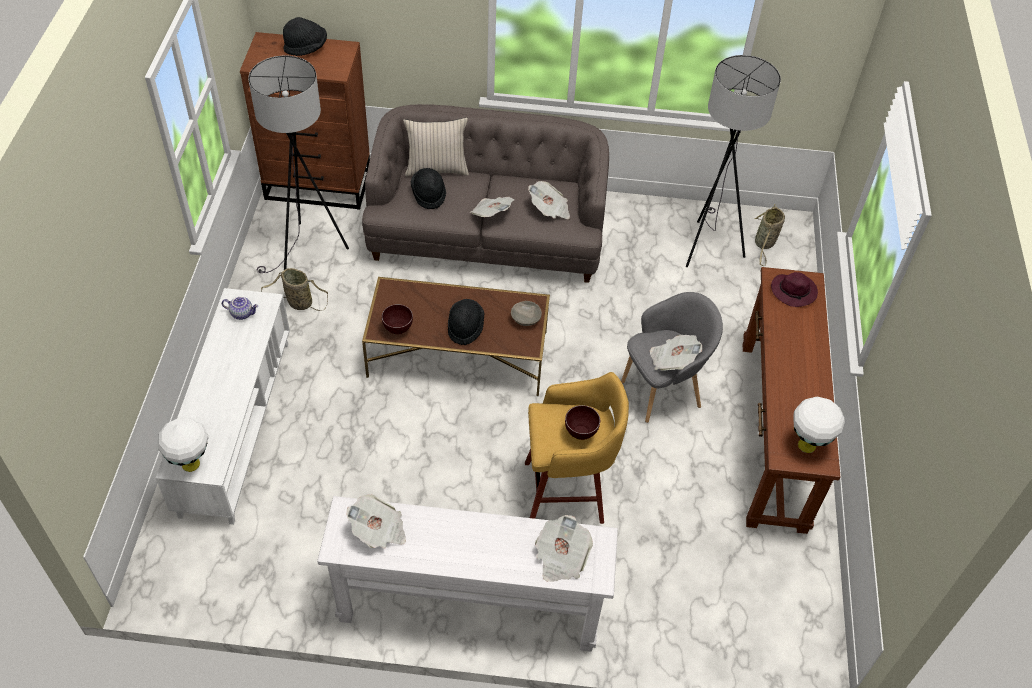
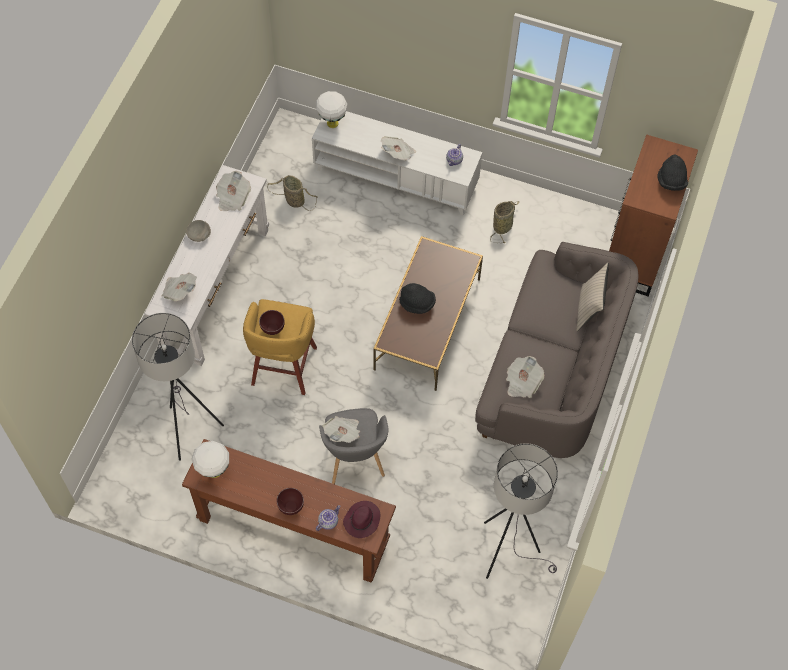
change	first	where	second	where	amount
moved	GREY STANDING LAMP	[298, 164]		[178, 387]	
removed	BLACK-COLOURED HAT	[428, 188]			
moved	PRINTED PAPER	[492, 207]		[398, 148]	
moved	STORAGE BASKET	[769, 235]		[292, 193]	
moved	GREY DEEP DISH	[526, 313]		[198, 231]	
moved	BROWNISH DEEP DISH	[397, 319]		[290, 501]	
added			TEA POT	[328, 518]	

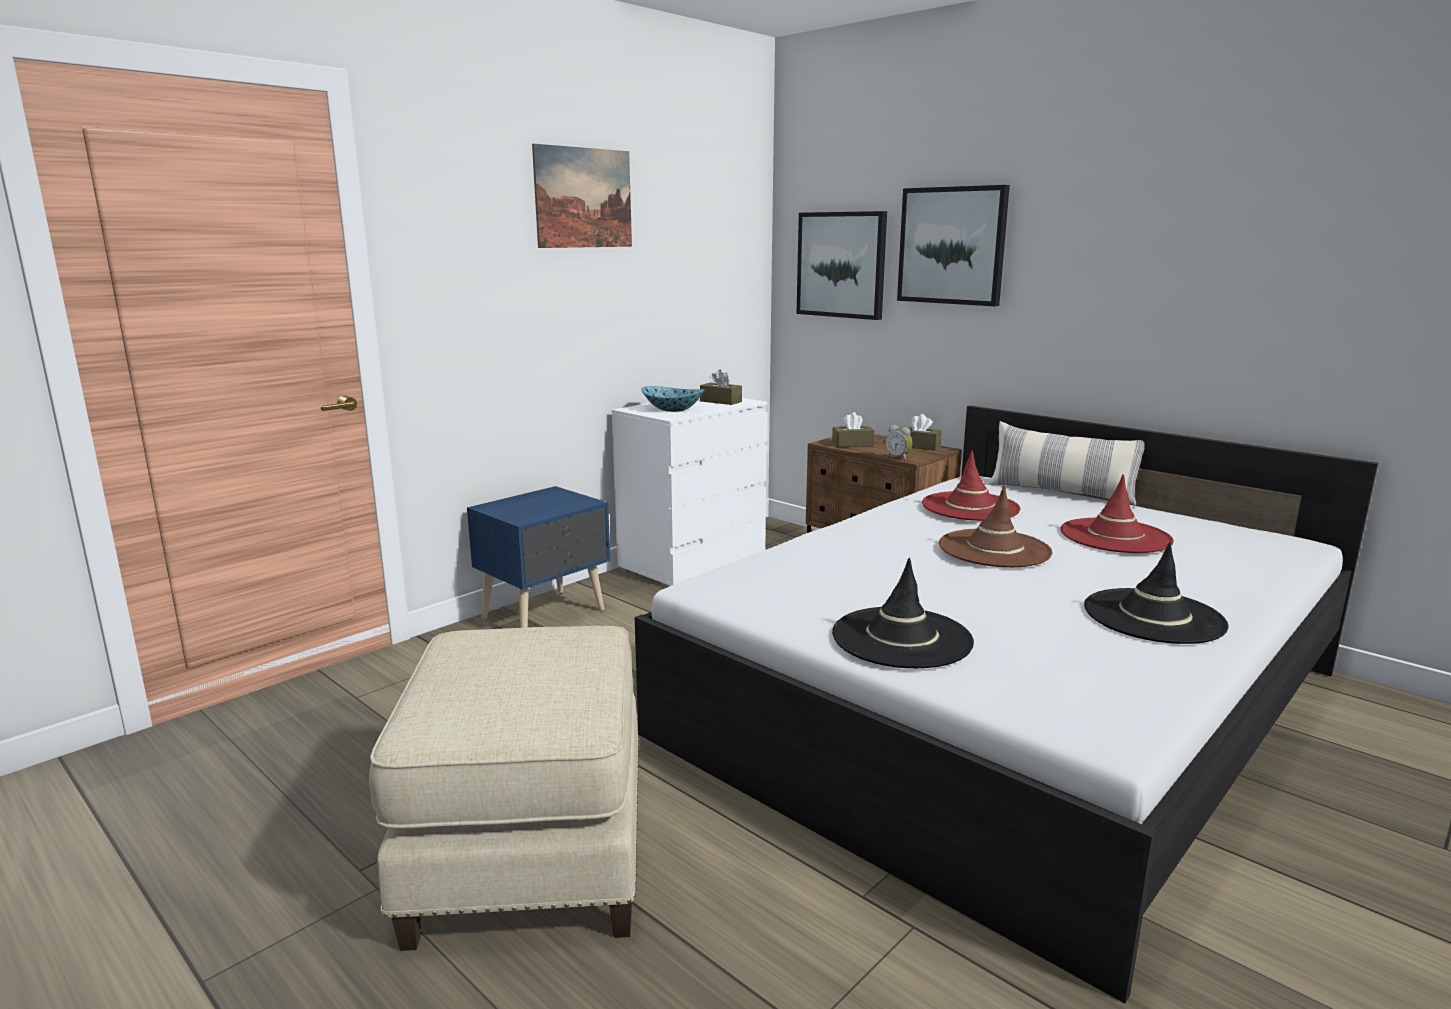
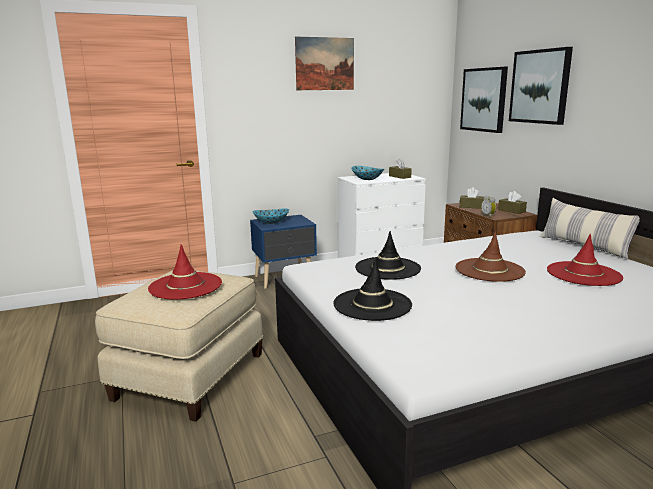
change	first	where	second	where	amount
moved	RED-COLOURED HAT	[971, 485]		[185, 271]	
moved	BLACK-COLOURED HAT	[1156, 593]		[388, 255]	
added			DEEP DISH	[270, 216]	

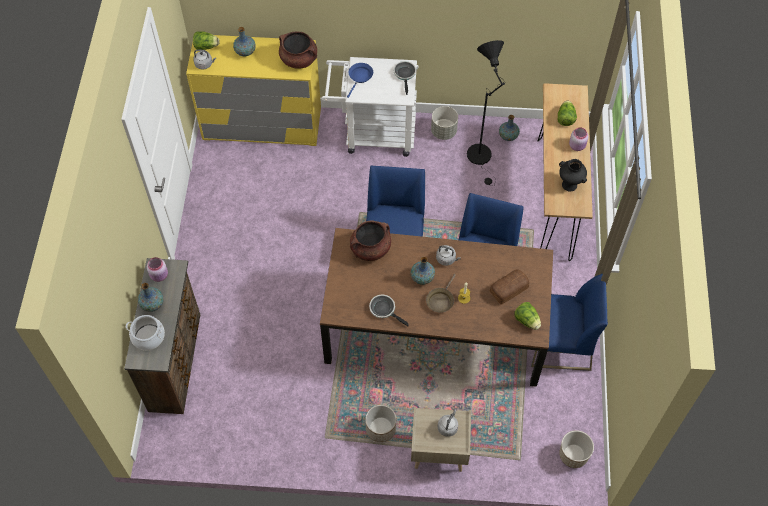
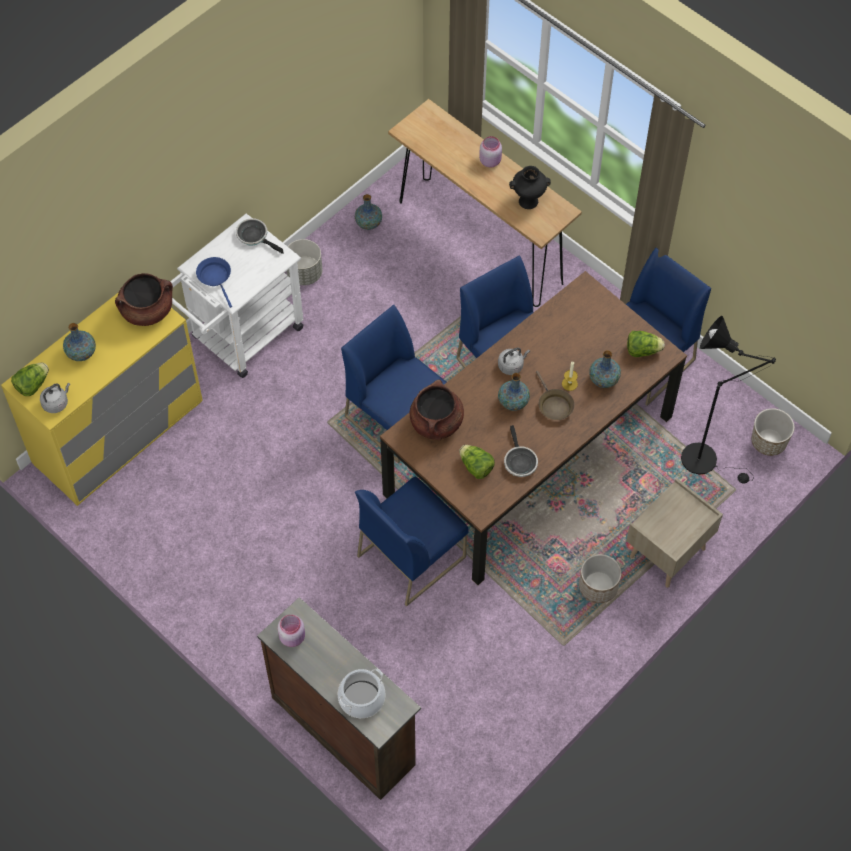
change	first	where	second	where	amount
moved	BLACK-COLOURED STANDING LAMP	[486, 112]		[728, 400]	
moved	HEAD OF LETTUCE	[567, 113]		[477, 462]	
removed	BREAD	[509, 287]			
moved	VASE	[150, 297]		[605, 369]	
turned	SKILLET	[389, 310]		[521, 451]	90 degrees counterclockwise
removed	GREY TEA KETTLE	[448, 423]			
added			BLUE-COLOURED PLAIN CHAIR	[412, 541]	

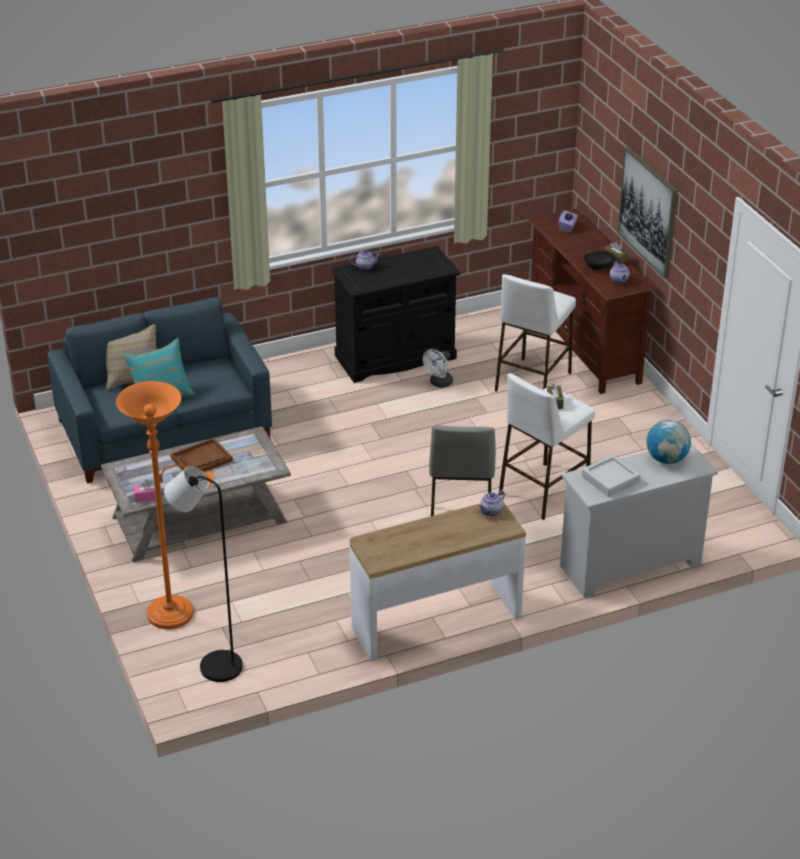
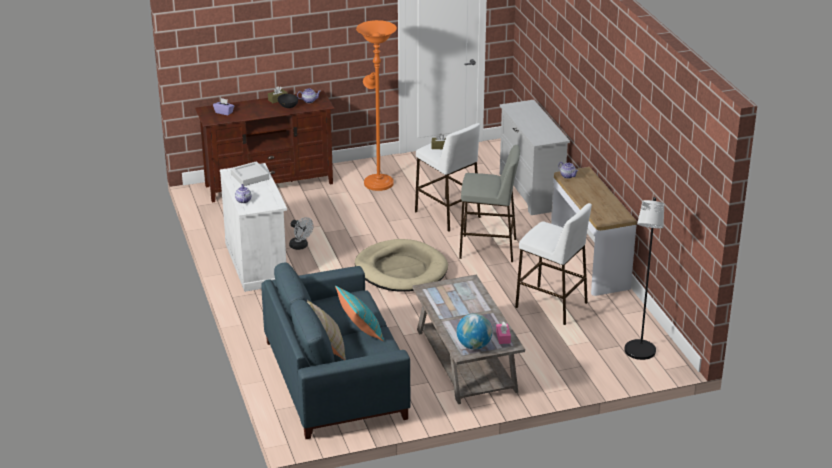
change	first	where	second	where	amount
removed	WALL ART	[647, 213]			
recoloured	BLACK-COLOURED STORAGE CABINET	[396, 314]	WHITE-COLOURED STORAGE CABINET	[253, 227]	
moved	WHITE-COLOURED SITTING STOOL	[535, 333]		[553, 264]	
moved	ORANGEY STANDING LAMP	[165, 505]		[376, 105]	
moved	DESK GLOBE	[668, 442]		[474, 331]	
removed	BROWNISH SERVING TRAY	[201, 455]			
moved	GREY SERVING TRAY	[611, 476]		[249, 173]	
added			BEIGE-COLOURED DOG BED	[401, 265]	

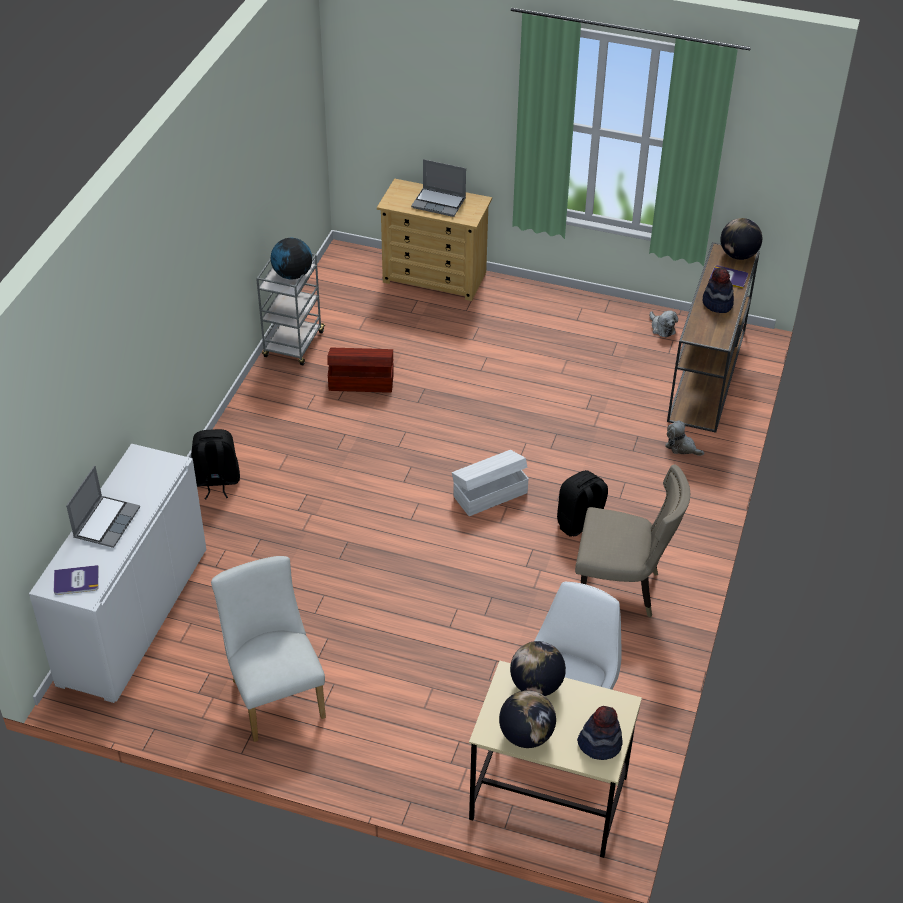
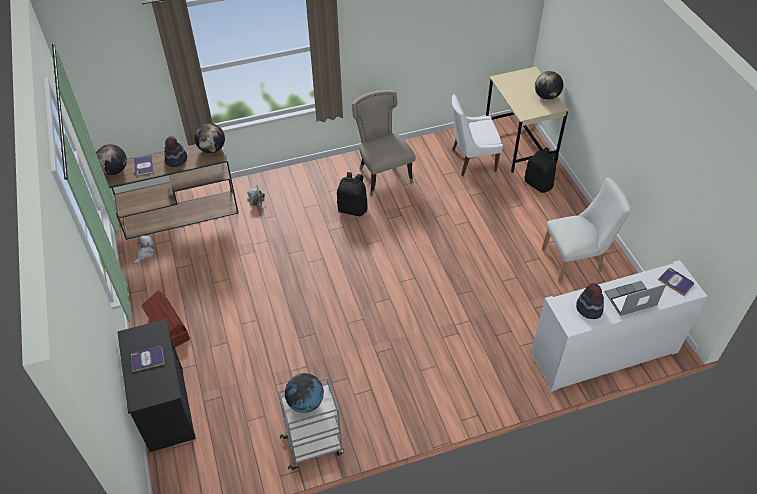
change	first	where	second	where	amount
replaced	NOTEBOOK COMPUTER	[438, 188]	BOOK	[147, 359]	
recoloured	BEIGE-COLOURED DRESSER	[434, 240]	BLACK-COLOURED DRESSER	[157, 385]	
moved	BROWNISH STORAGE BIN	[360, 370]		[165, 319]	
moved	BLACK-COLOURED KNAPSACK	[215, 464]		[541, 170]	
removed	WHITE-COLOURED STORAGE BIN	[490, 483]			
turned	WHITE-COLOURED PLAIN CHAIR	[268, 649]		[586, 230]	135 degrees counterclockwise
moved	DESK GLOBE	[538, 668]		[209, 138]	
moved	HAT	[600, 733]		[590, 301]	

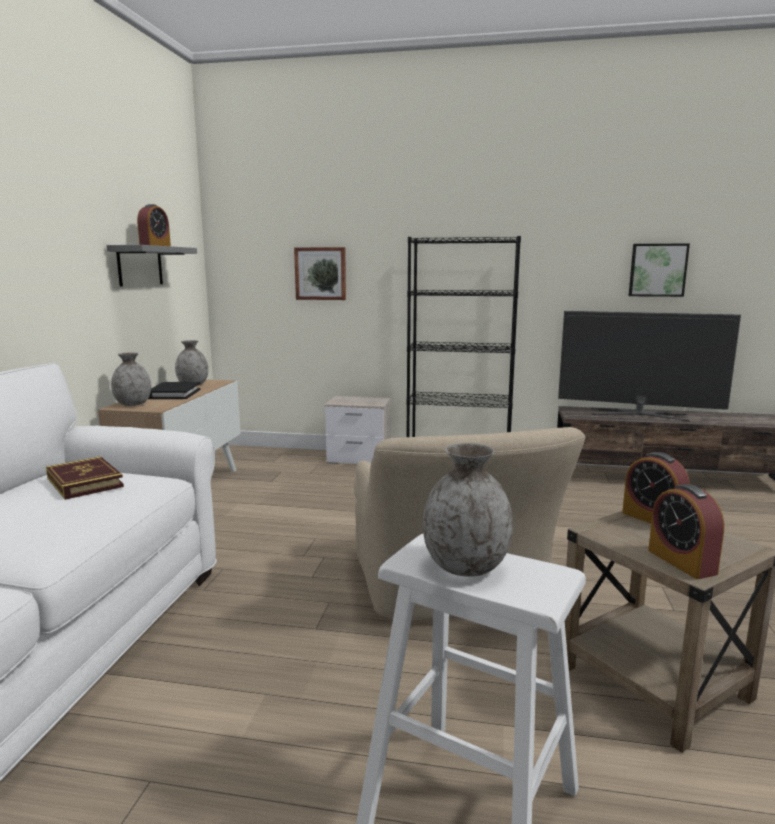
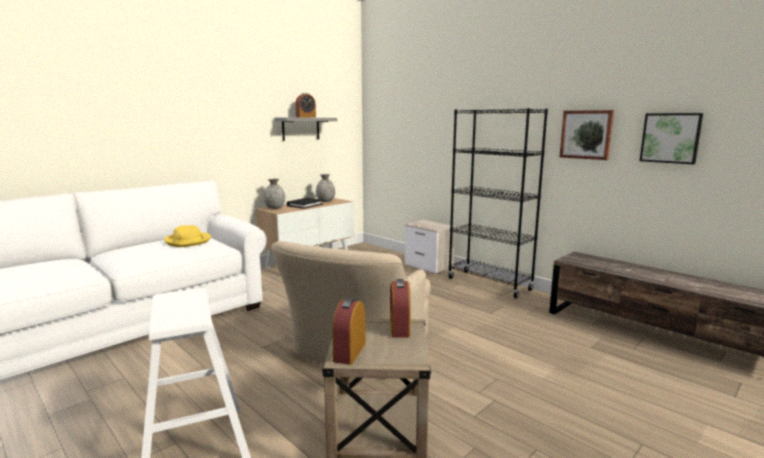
change	first	where	second	where	amount
moved	WALL ART	[320, 273]		[586, 135]	
removed	TV	[649, 366]			
removed	GREY VASE	[468, 510]			
replaced	BOOK	[85, 478]	YELLOW HAT	[187, 236]	

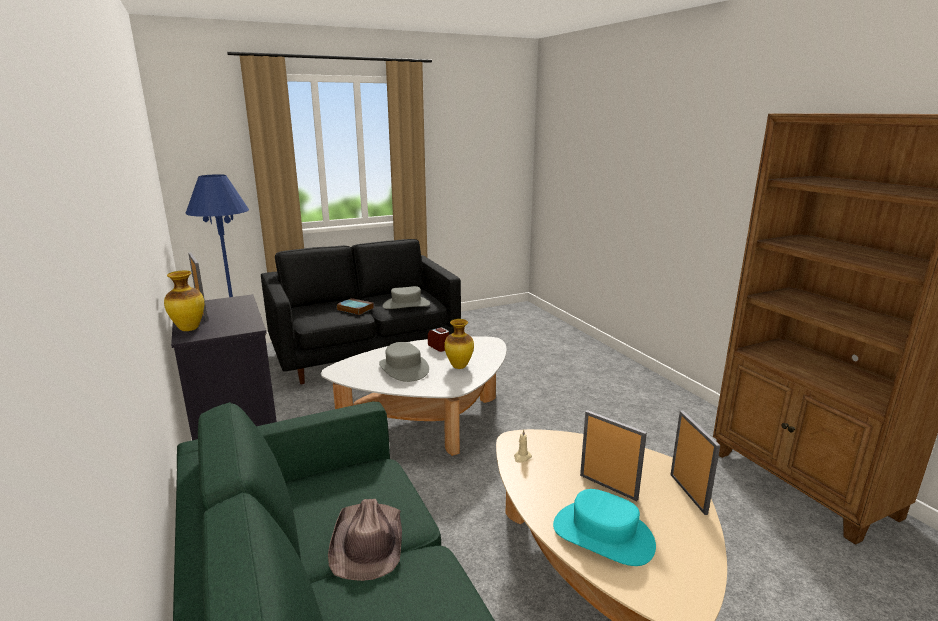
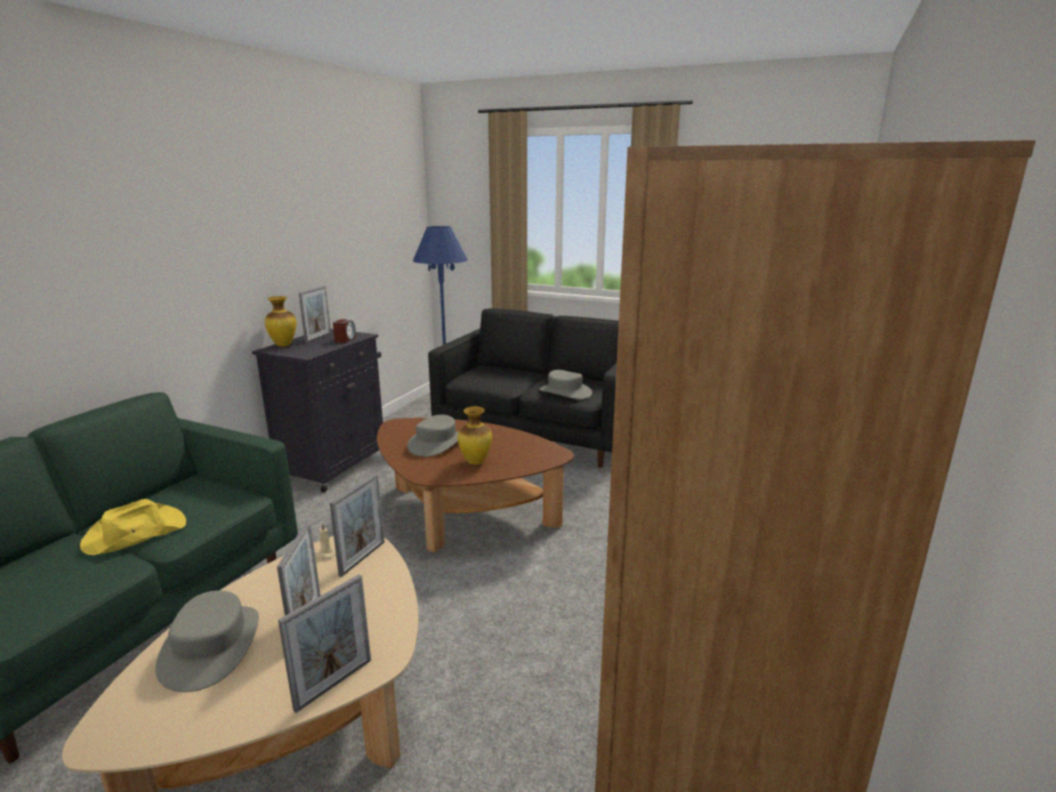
change	first	where	second	where	amount
removed	BOOK	[355, 306]			
moved	ALARM CLOCK	[438, 340]		[344, 331]	
recoloured	WHITE-COLOURED COFFEE TABLE	[413, 396]	BROWNISH COFFEE TABLE	[475, 485]	
recoloured	TURQUOISE HAT	[604, 527]	GREY HAT	[207, 641]	
recoloured	BROWNISH HAT	[365, 540]	YELLOW HAT	[133, 527]	
added			PHOTO FRAME	[357, 525]	

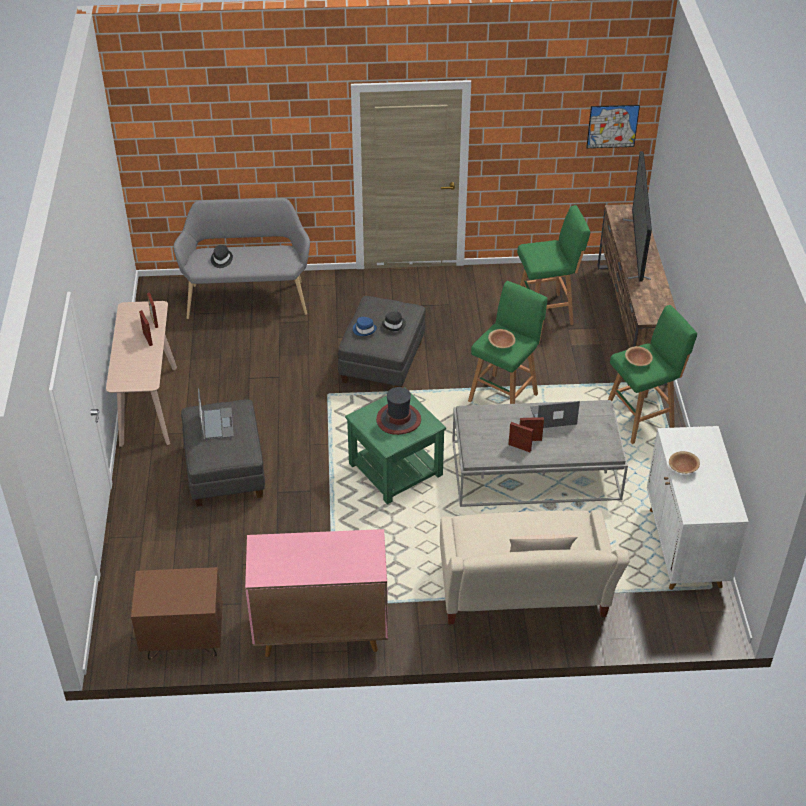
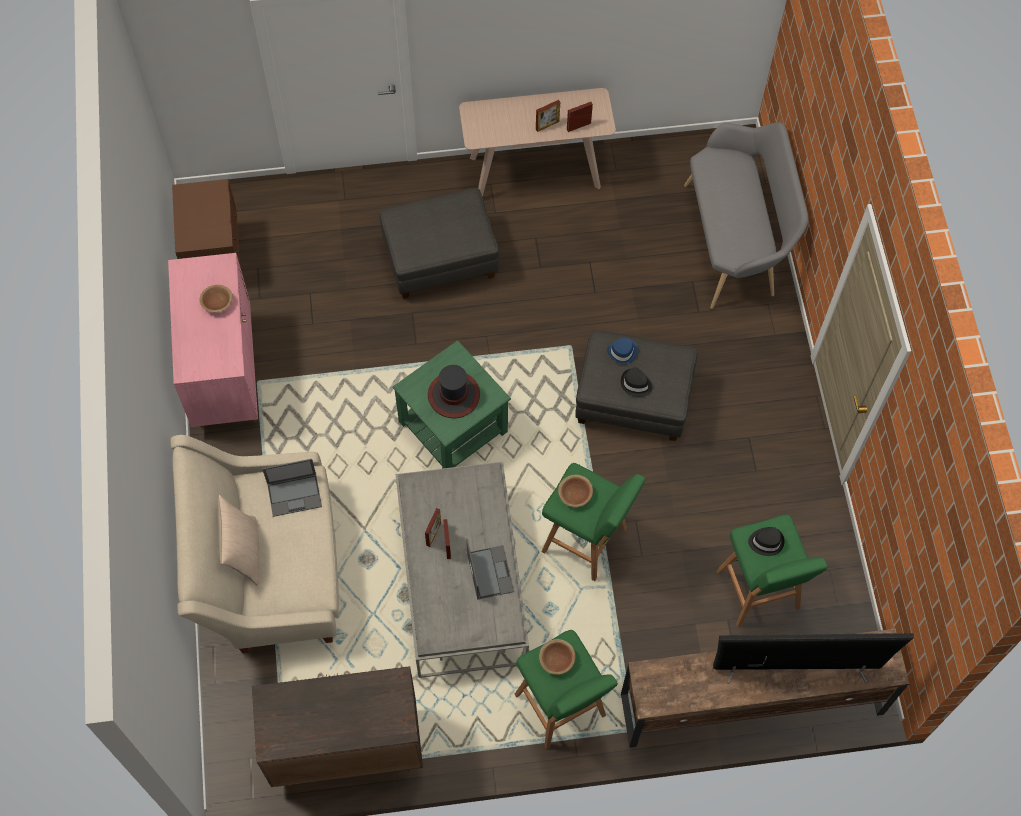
change	first	where	second	where	amount
removed	WALL ART	[613, 126]			
moved	BLACK-COLOURED HAT	[222, 256]		[766, 541]	
moved	NOTEBOOK COMPUTER	[216, 414]		[292, 488]	
recoloured	WHITE-COLOURED STORAGE CABINET	[698, 508]	BROWNISH STORAGE CABINET	[337, 726]	
moved	BROWNISH DEEP DISH	[684, 462]		[216, 298]	

